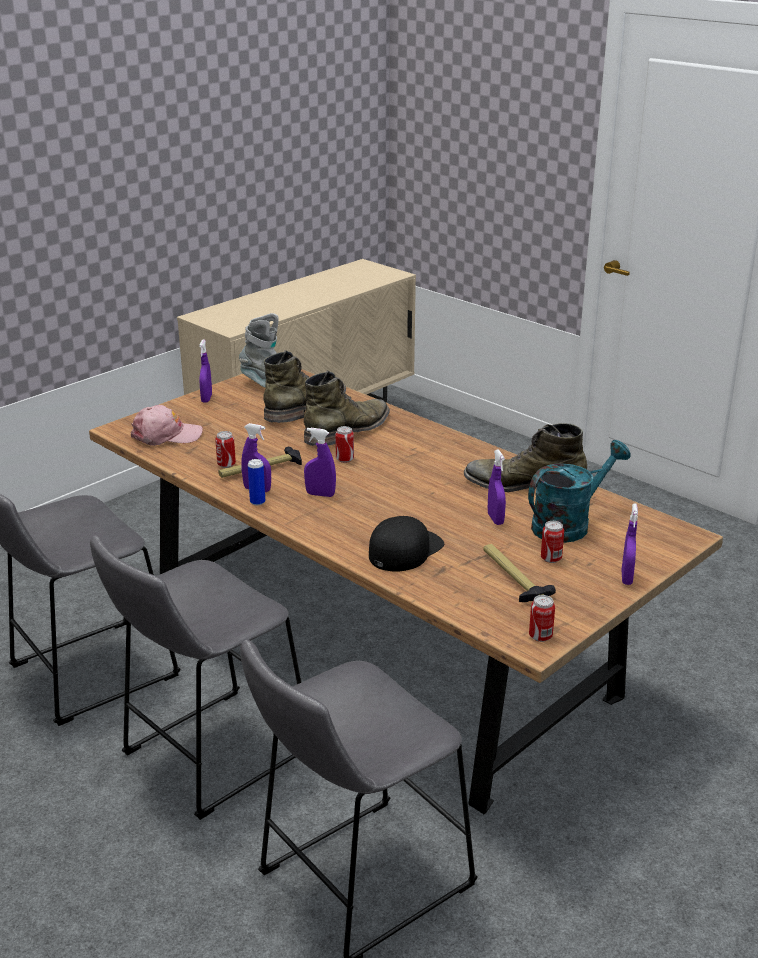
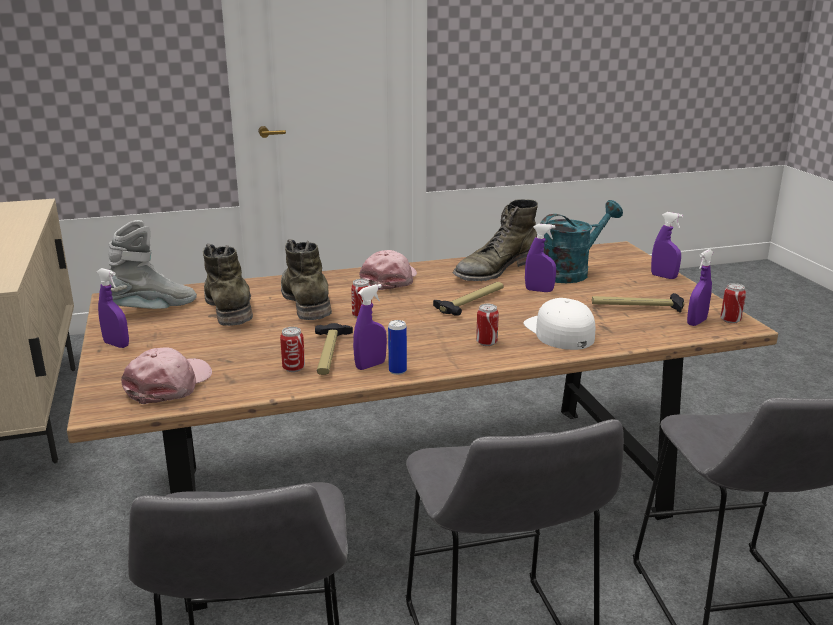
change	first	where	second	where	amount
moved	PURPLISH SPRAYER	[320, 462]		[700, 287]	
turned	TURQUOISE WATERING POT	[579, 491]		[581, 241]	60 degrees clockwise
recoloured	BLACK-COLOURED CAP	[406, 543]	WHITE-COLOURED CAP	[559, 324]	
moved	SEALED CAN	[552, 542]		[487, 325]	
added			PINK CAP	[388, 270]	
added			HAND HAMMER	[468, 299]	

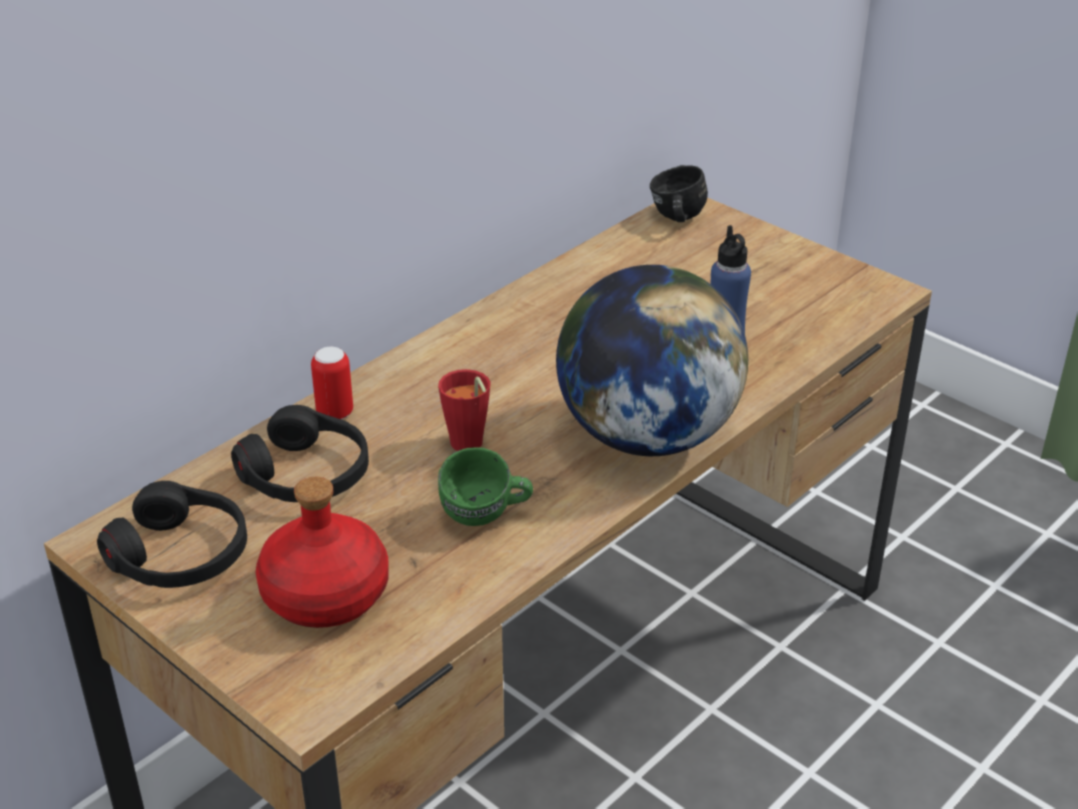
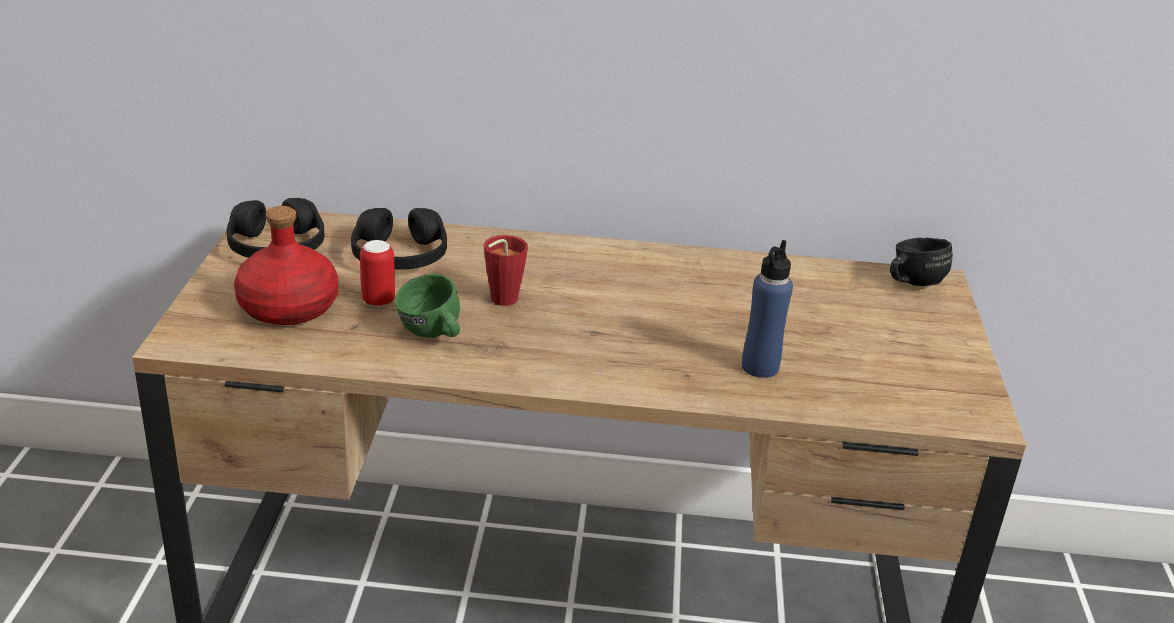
change	first	where	second	where	amount
removed	DESK GLOBE	[652, 360]			
moved	SEALED CAN	[332, 383]		[377, 273]	

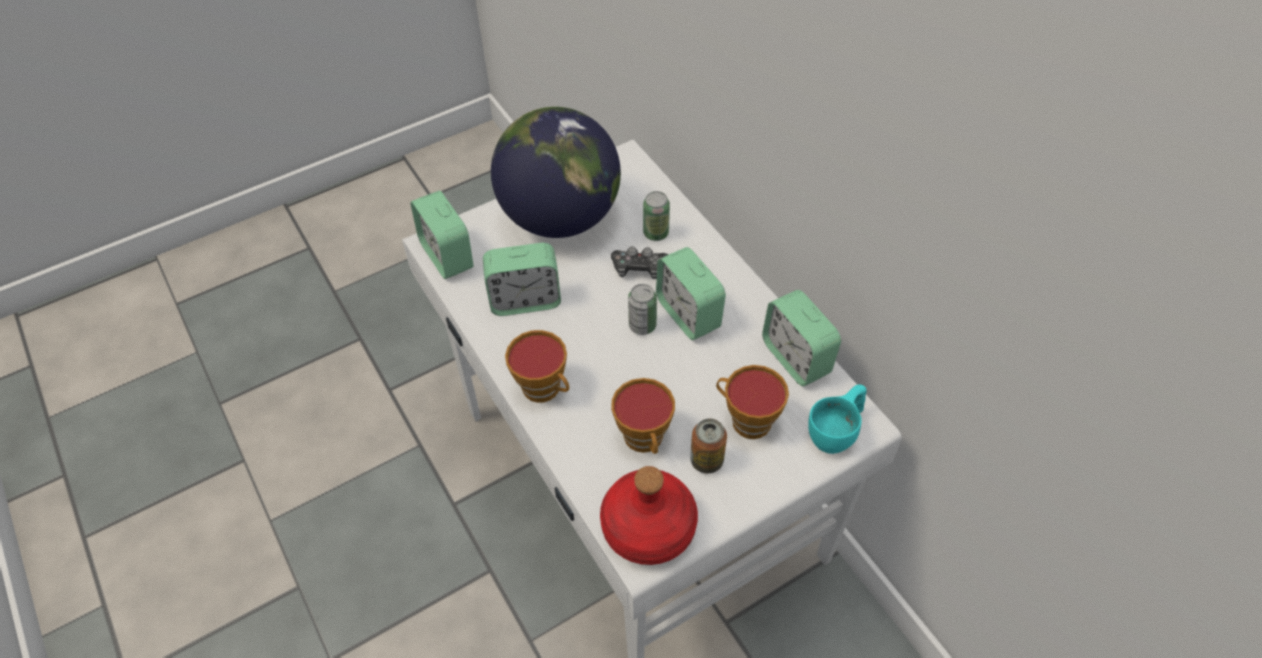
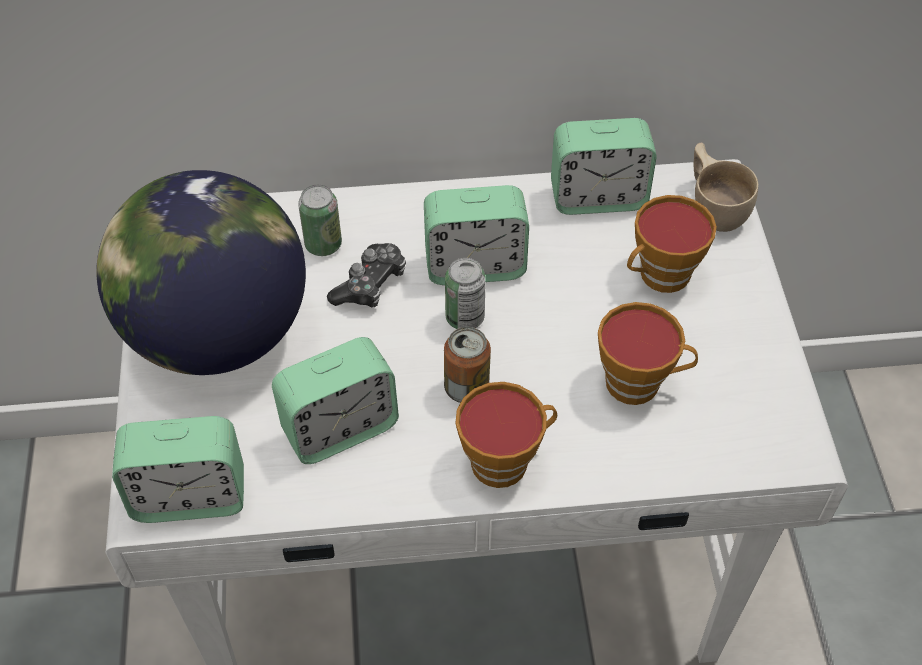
change	first	where	second	where	amount
turned	ALARM CLOCK	[522, 279]		[335, 400]	45 degrees clockwise
recoloured	TURQUOISE SMALL CUP	[837, 419]	BEIGE-COLOURED SMALL CUP	[726, 187]	
moved	SEALED CAN	[708, 445]		[467, 365]	
removed	RED-COLOURED BEVERAGE BOTTLE	[649, 515]			

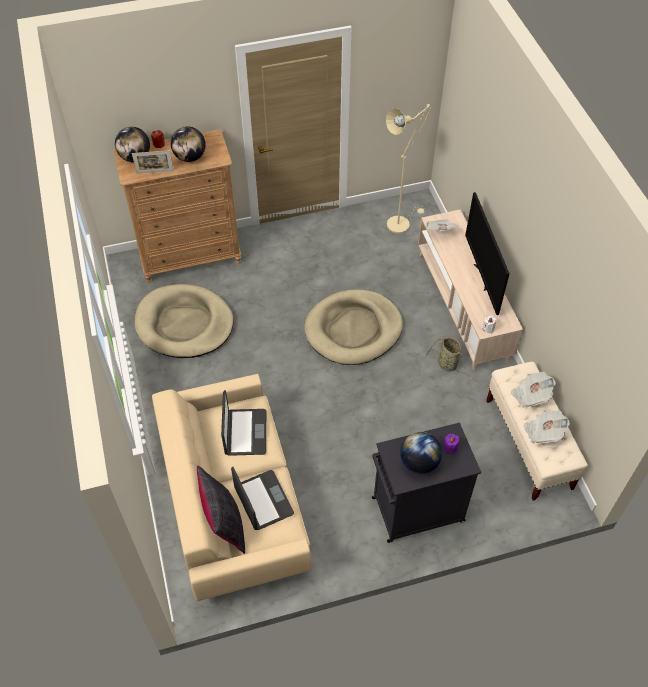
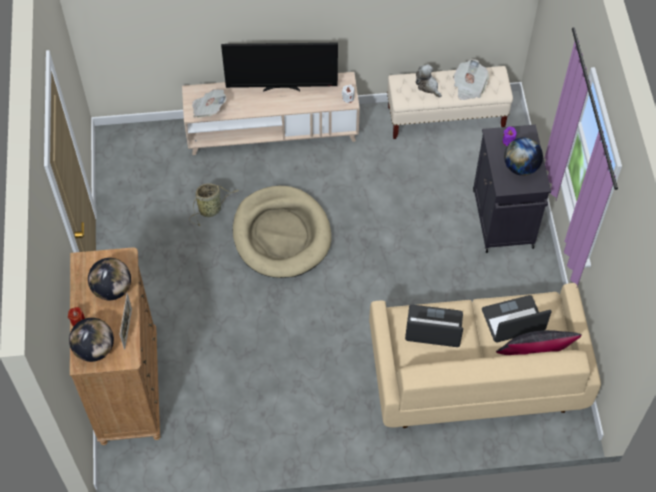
change	first	where	second	where	amount
removed	BEIGE-COLOURED STANDING LAMP	[408, 169]			
removed	BEIGE-COLOURED DOG BED	[184, 321]			
moved	STORAGE BASKET	[449, 359]		[214, 204]	
replaced	PRINTED PAPER	[533, 390]	PLUSH TOY	[429, 80]	

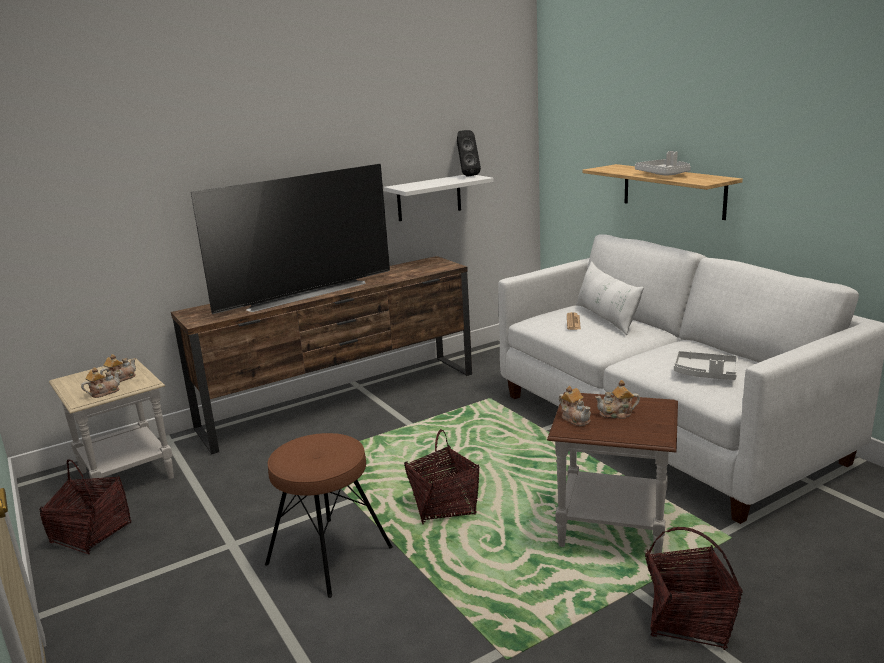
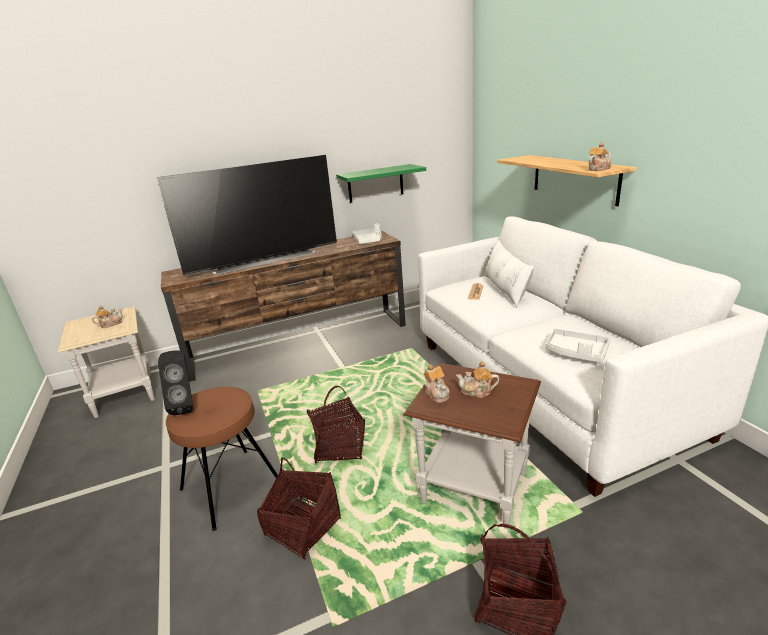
change	first	where	second	where	amount
moved	BLACK-COLOURED AUDIO SPEAKER	[469, 153]		[175, 382]	
moved	WHITE-COLOURED SERVING TRAY	[663, 163]		[367, 233]	
recoloured	WHITE-COLOURED WALL SHELF	[439, 198]	GREEN-COLOURED WALL SHELF	[381, 183]	
moved	TEA POT	[100, 382]		[600, 157]	
moved	STORAGE BASKET	[85, 506]		[299, 508]	

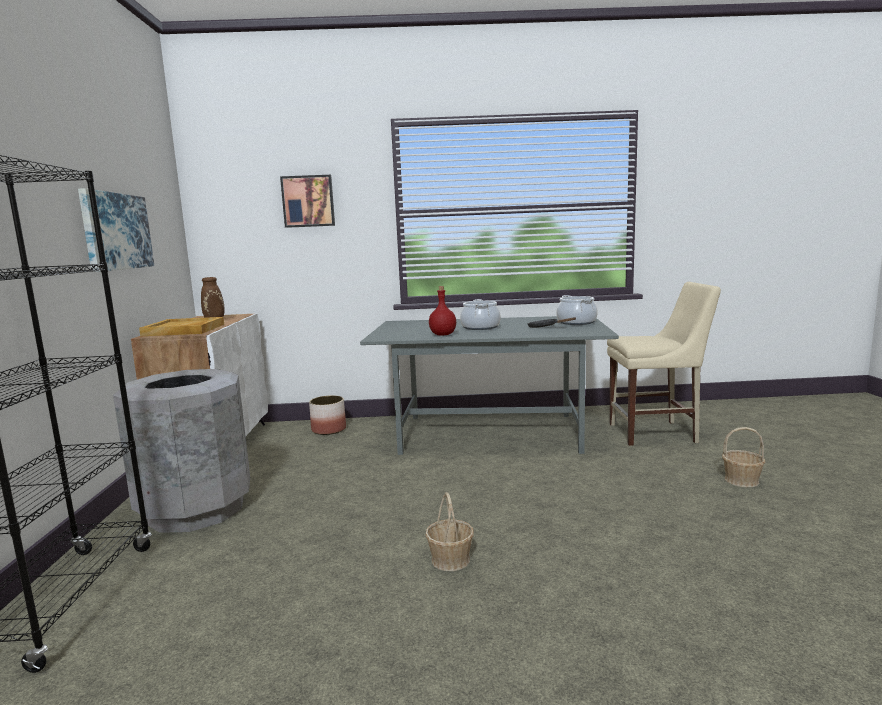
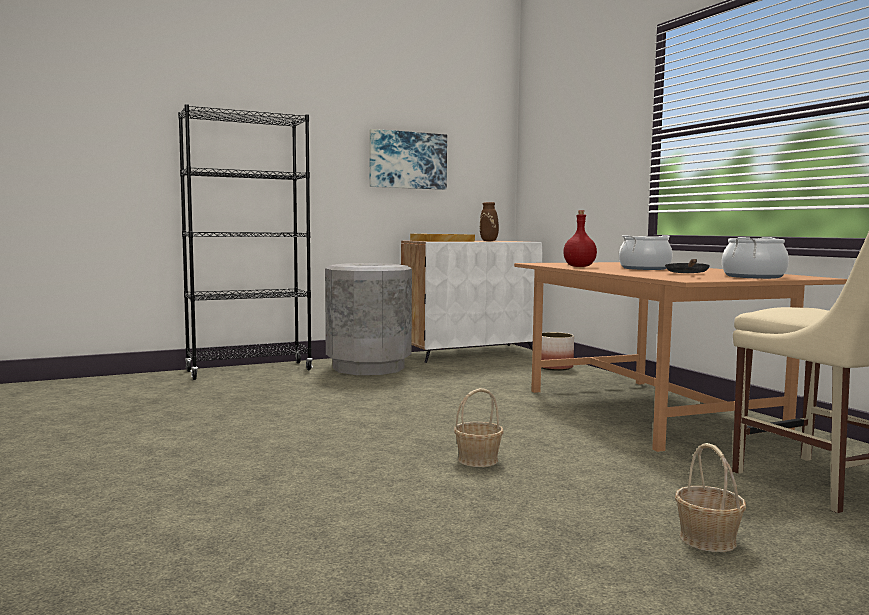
change	first	where	second	where	amount
removed	WALL ART	[307, 201]			
recoloured	GREY KITCHEN TABLE	[489, 385]	BROWNISH KITCHEN TABLE	[680, 357]	
moved	STORAGE BASKET	[449, 531]		[479, 427]	

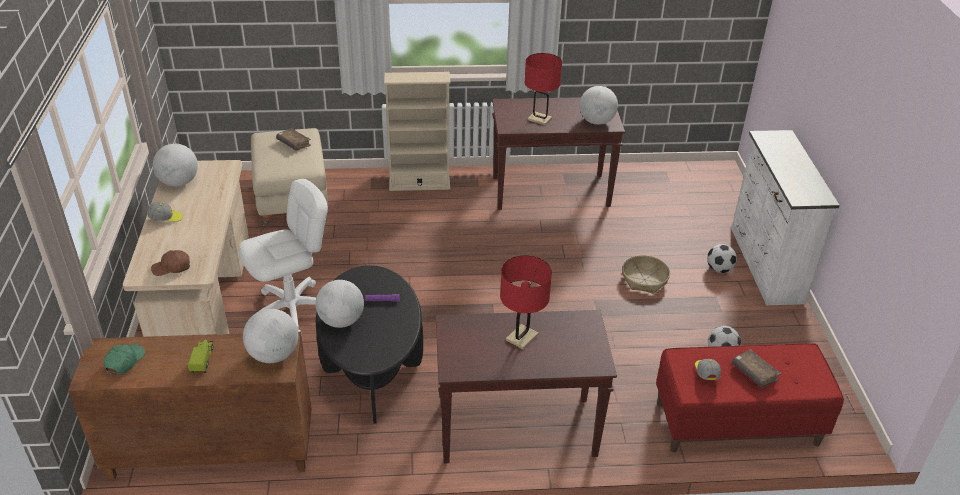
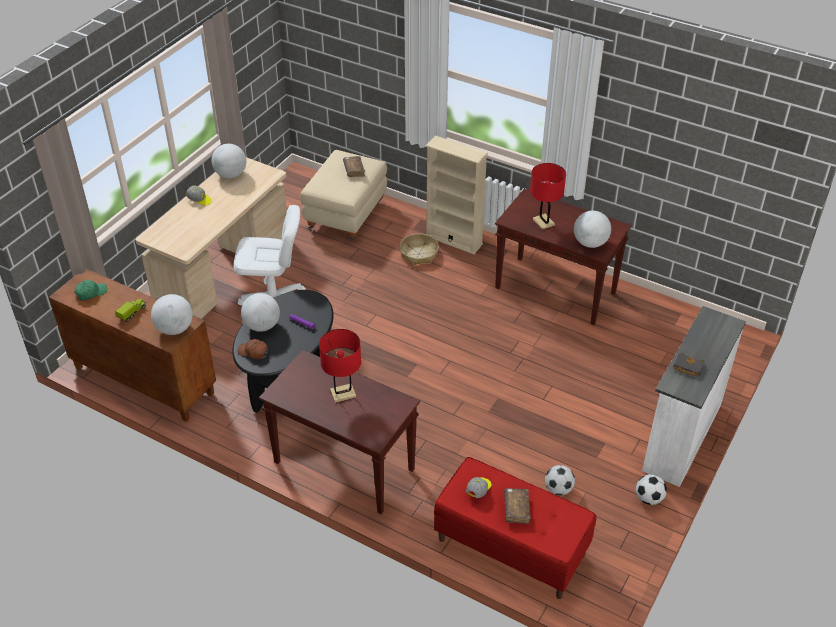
change	first	where	second	where	amount
moved	FOOTBALL	[722, 258]		[651, 489]	
moved	BROWNISH CAP	[170, 263]		[253, 349]	
moved	STORAGE BASKET	[646, 274]		[419, 249]	
added			BLACK-COLOURED BOOK	[689, 365]	

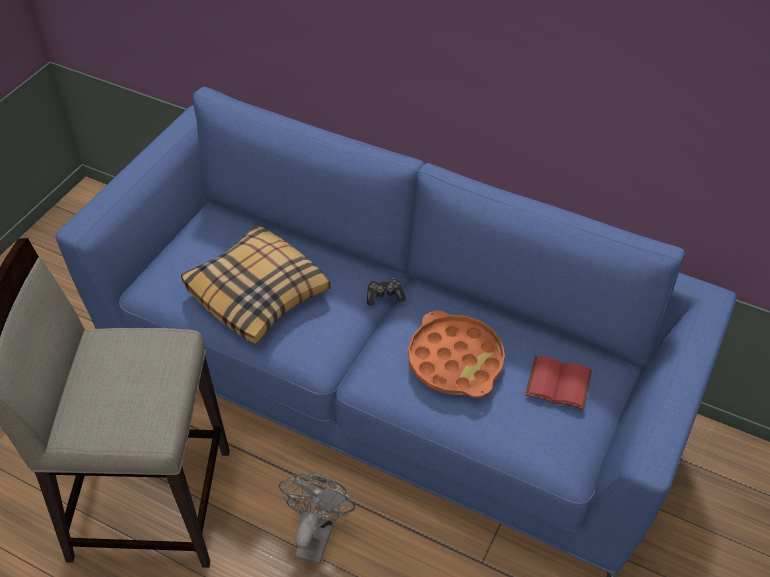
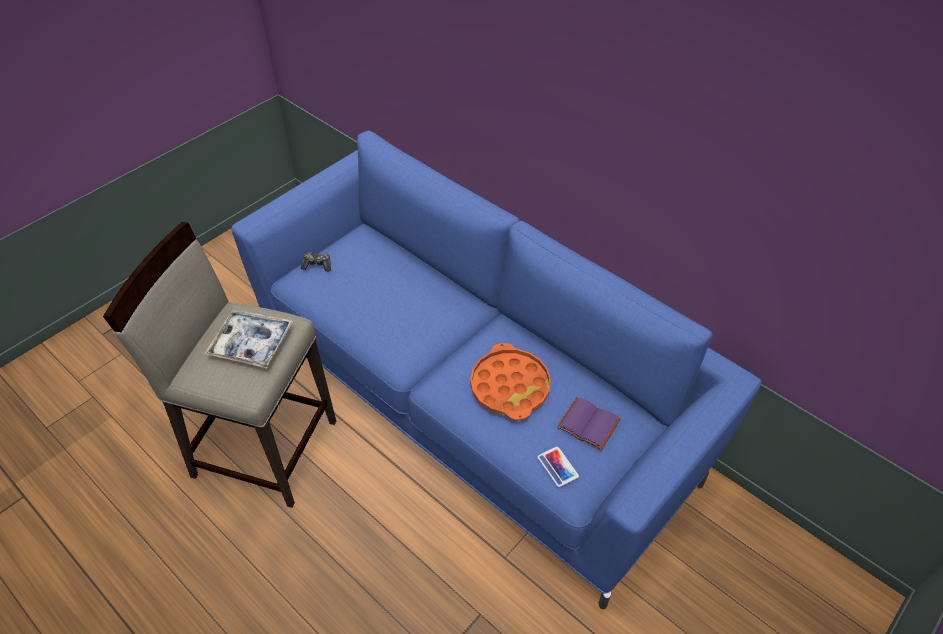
change	first	where	second	where	amount
removed	PILLOW	[255, 284]			
moved	GAME CONTROLLER	[386, 291]		[316, 262]	
recoloured	RED-COLOURED BOOK	[558, 383]	PURPLISH BOOK	[589, 423]	
removed	GREY COOLING FAN	[317, 519]			
added			SERVING TRAY	[248, 339]	
added			HANDSET	[558, 467]	

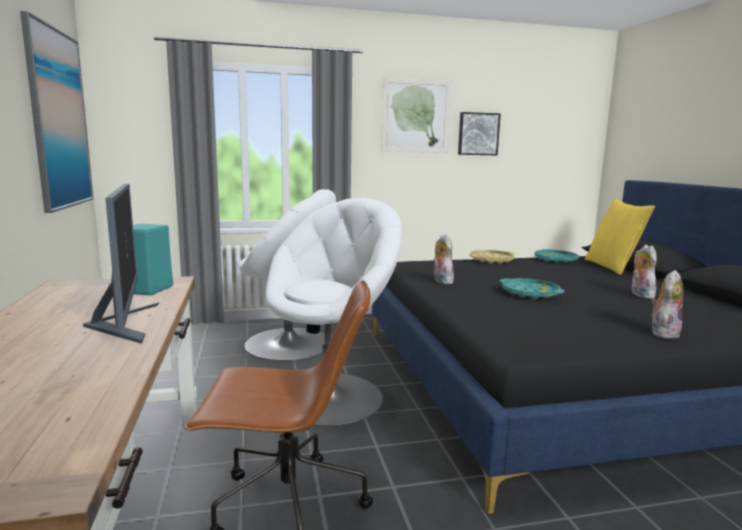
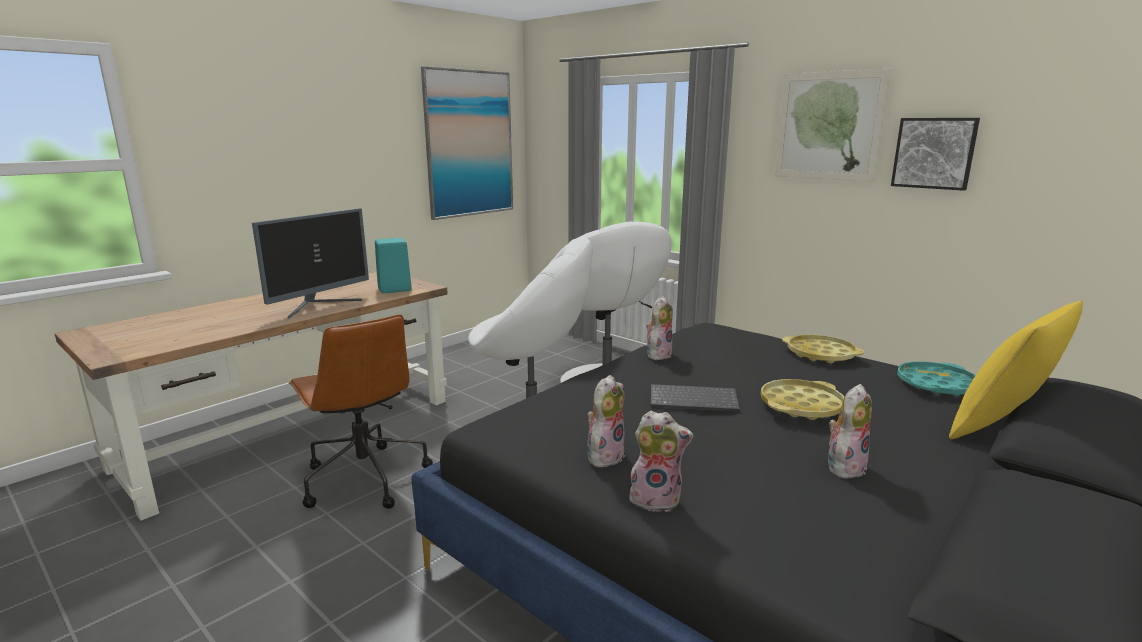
change	first	where	second	where	amount
replaced	TURQUOISE SERVING TRAY	[532, 288]	PC KEYBOARD	[695, 397]	
added			PLUSH TOY	[606, 421]	
added			YELLOW SERVING TRAY	[802, 399]	

